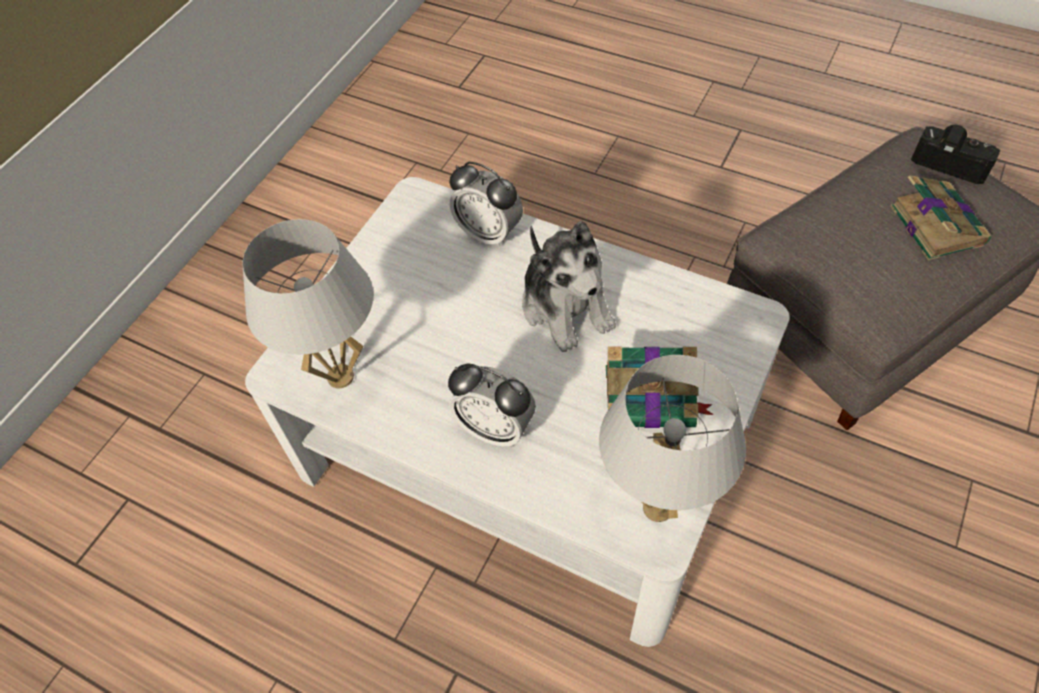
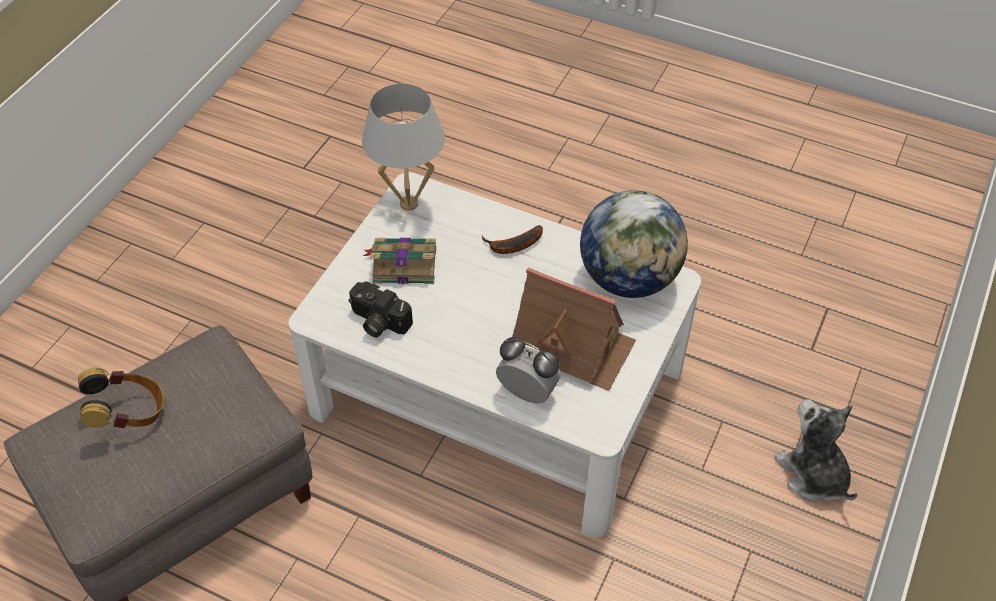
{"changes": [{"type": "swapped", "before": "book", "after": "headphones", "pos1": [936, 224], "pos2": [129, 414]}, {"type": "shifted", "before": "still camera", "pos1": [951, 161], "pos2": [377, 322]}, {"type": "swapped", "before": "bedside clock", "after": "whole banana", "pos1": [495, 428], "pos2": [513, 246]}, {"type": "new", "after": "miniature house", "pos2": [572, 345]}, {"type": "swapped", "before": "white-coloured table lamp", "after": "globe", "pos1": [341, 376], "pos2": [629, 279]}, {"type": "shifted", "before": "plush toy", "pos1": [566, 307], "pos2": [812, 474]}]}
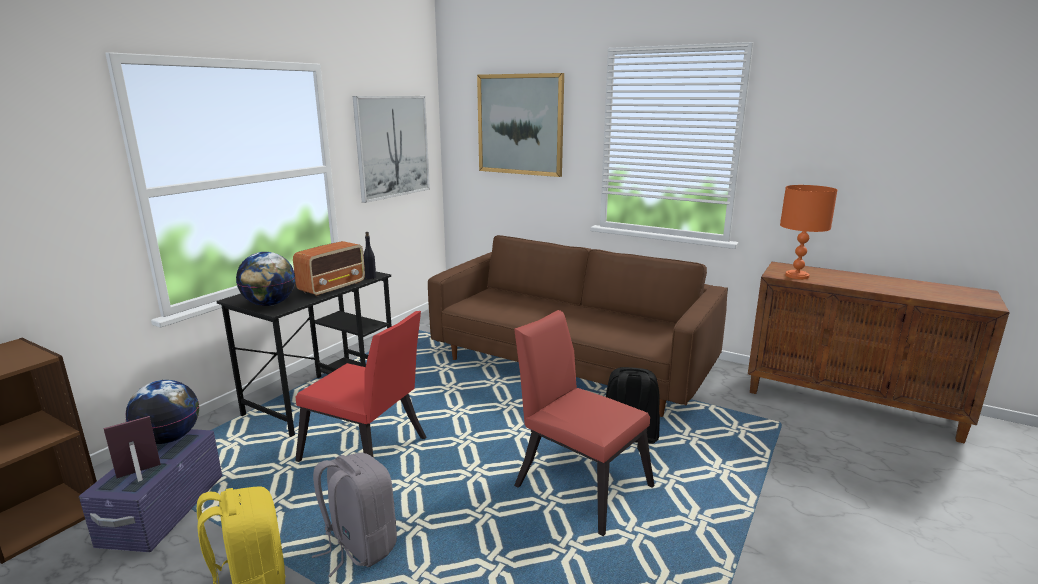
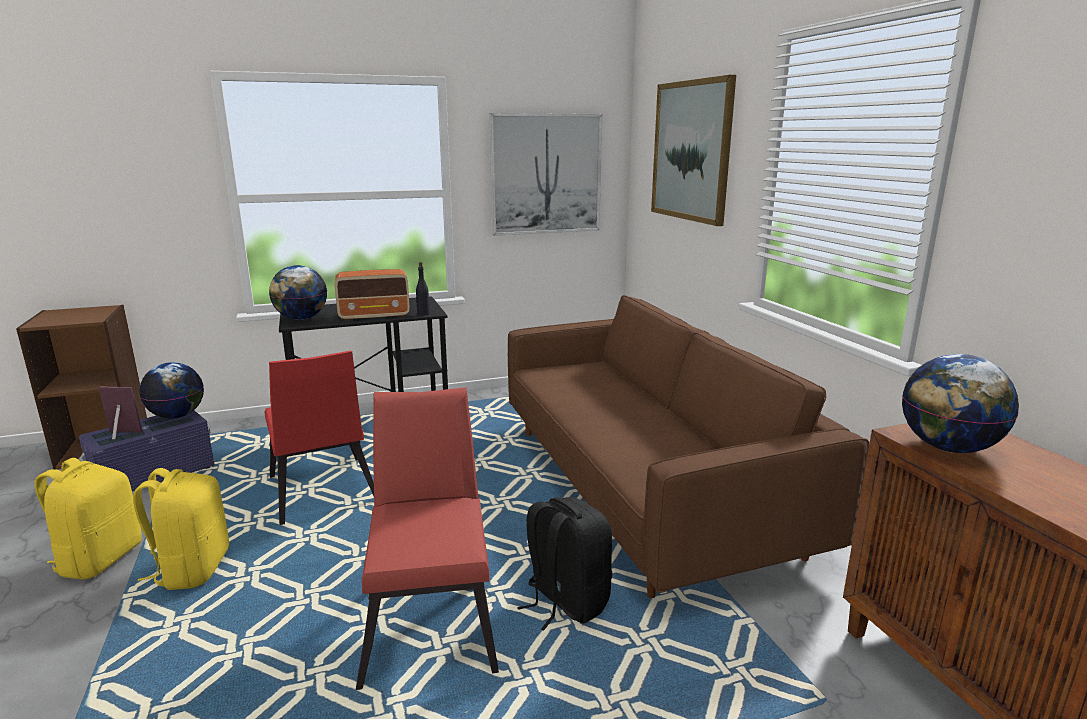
{"changes": [{"type": "repainted", "before": "gray rucksack", "after": "yellow rucksack", "pos1": [359, 546], "pos2": [192, 569]}, {"type": "swapped", "before": "orange-coloured table lamp", "after": "globe", "pos1": [797, 276], "pos2": [947, 448]}]}
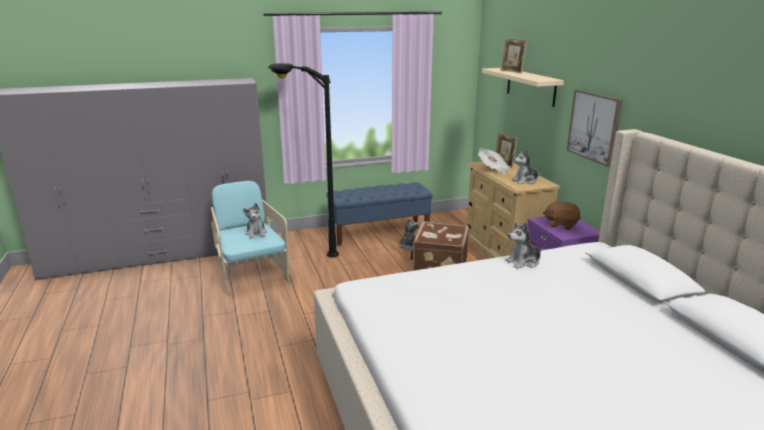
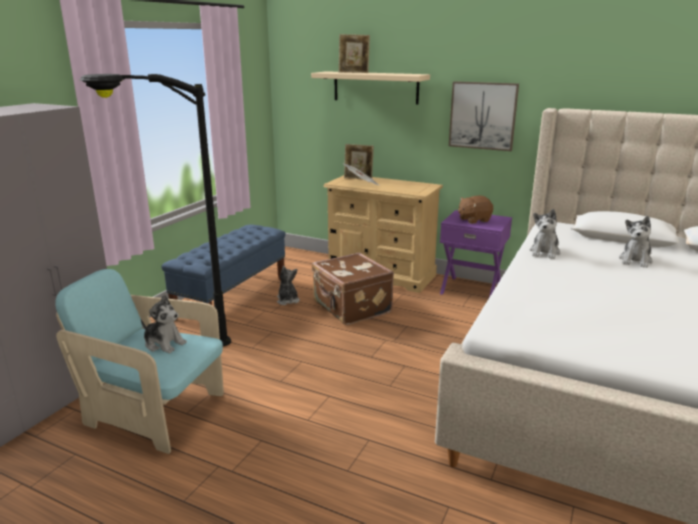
{"changes": [{"type": "shifted", "before": "plush toy", "pos1": [525, 181], "pos2": [635, 260]}]}
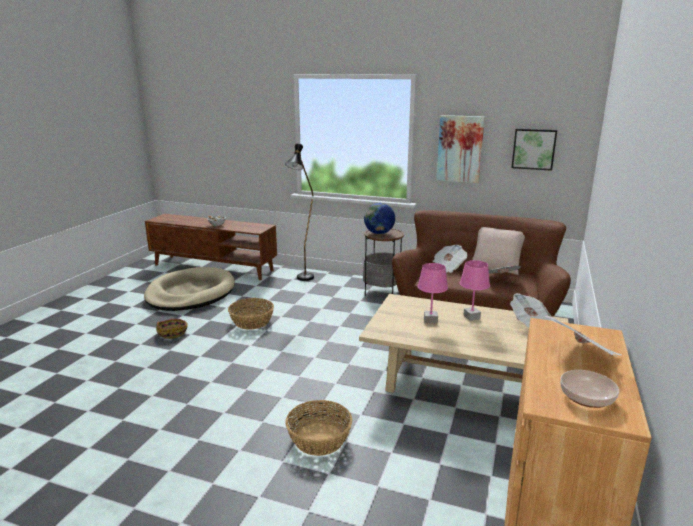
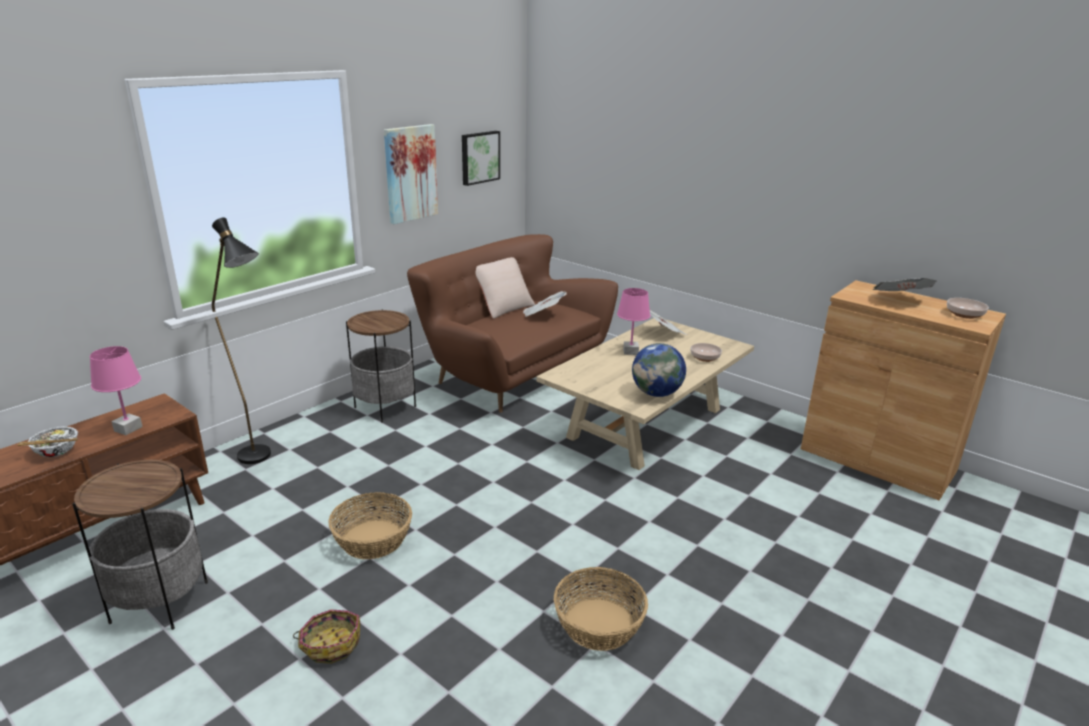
{"changes": [{"type": "swapped", "before": "sand-coloured dog bed", "after": "side table", "pos1": [190, 293], "pos2": [160, 602]}, {"type": "shifted", "before": "pink-coloured table lamp", "pos1": [430, 320], "pos2": [128, 429]}, {"type": "shifted", "before": "storage basket", "pos1": [319, 439], "pos2": [599, 624]}, {"type": "shifted", "before": "globe", "pos1": [379, 233], "pos2": [656, 393]}, {"type": "new", "after": "serving bowl", "pos2": [705, 357]}, {"type": "gone", "before": "printed paper", "pos1": [447, 268]}]}
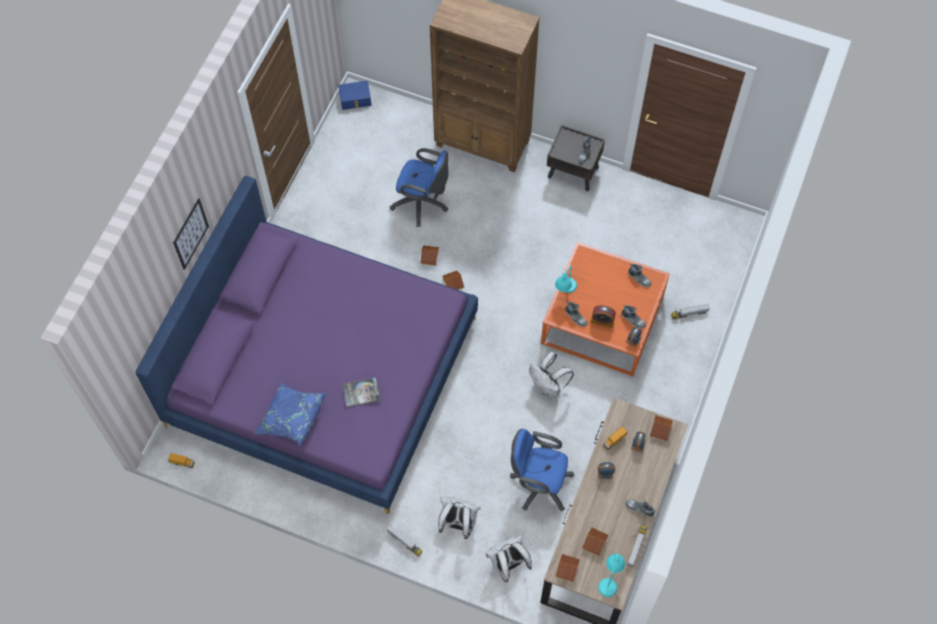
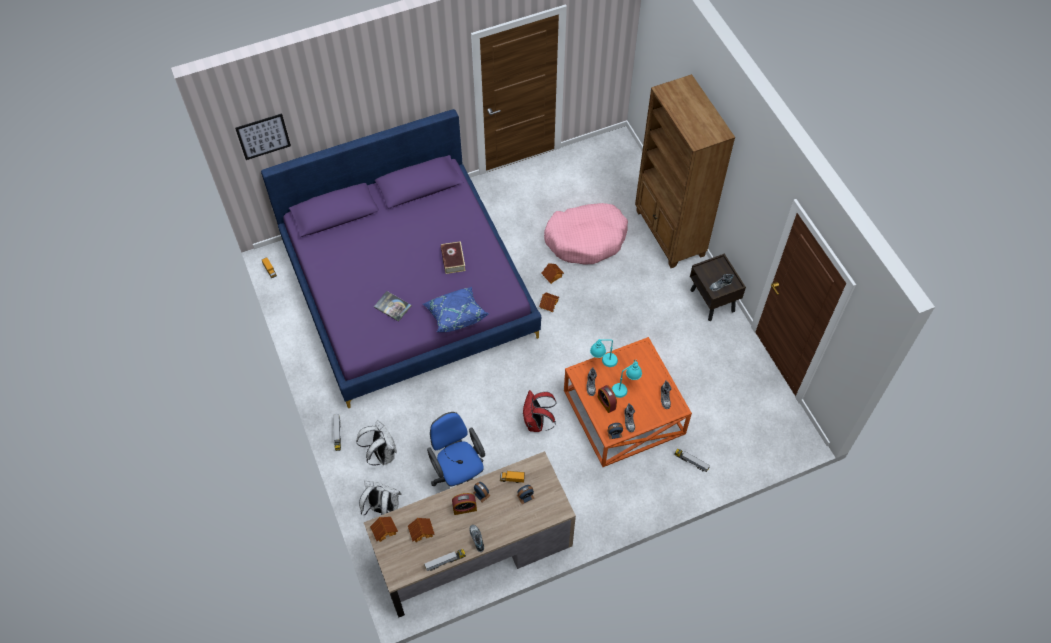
{"changes": [{"type": "shifted", "before": "picture", "pos1": [190, 234], "pos2": [263, 136]}, {"type": "shifted", "before": "bluish cushion", "pos1": [291, 418], "pos2": [455, 315]}, {"type": "new", "after": "book", "pos2": [453, 260]}, {"type": "new", "after": "bedside clock", "pos2": [464, 508]}, {"type": "repainted", "before": "white-coloured rucksack", "after": "red-coloured rucksack", "pos1": [548, 387], "pos2": [536, 423]}, {"type": "swapped", "before": "bluish computer chair", "after": "pink-coloured dog bed", "pos1": [422, 203], "pos2": [586, 239]}, {"type": "shifted", "before": "turquoise-coloured table lamp", "pos1": [609, 579], "pos2": [625, 387]}, {"type": "gone", "before": "bluish storage bin", "pos1": [355, 99]}, {"type": "gone", "before": "miniature house", "pos1": [660, 430]}]}
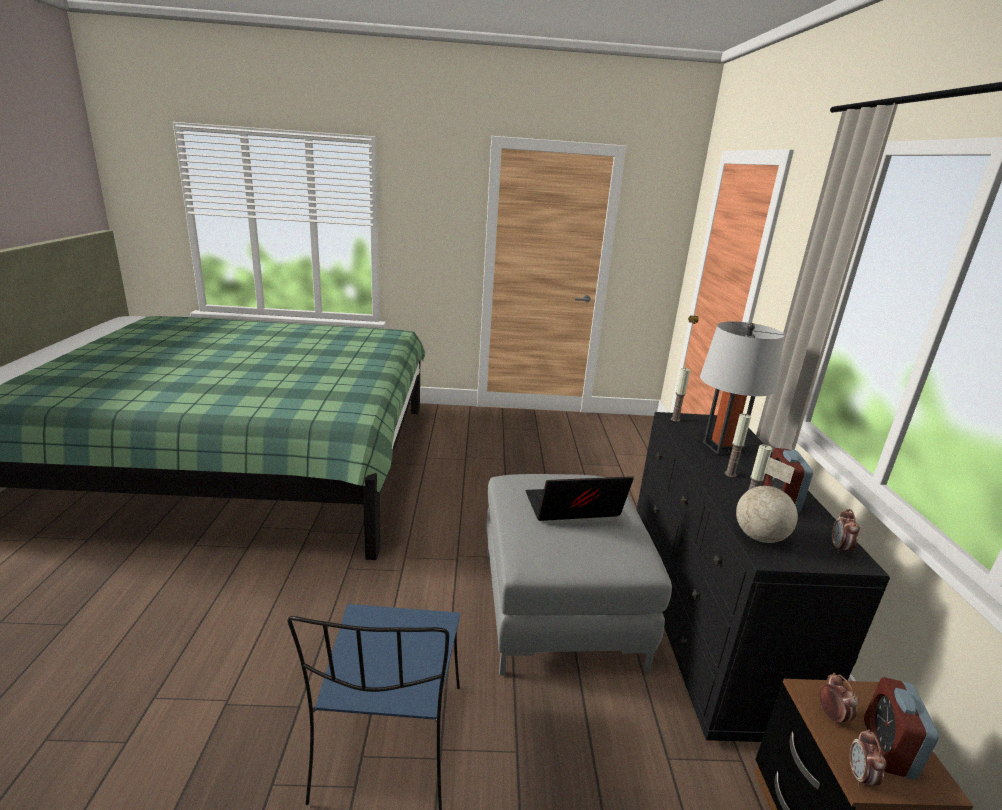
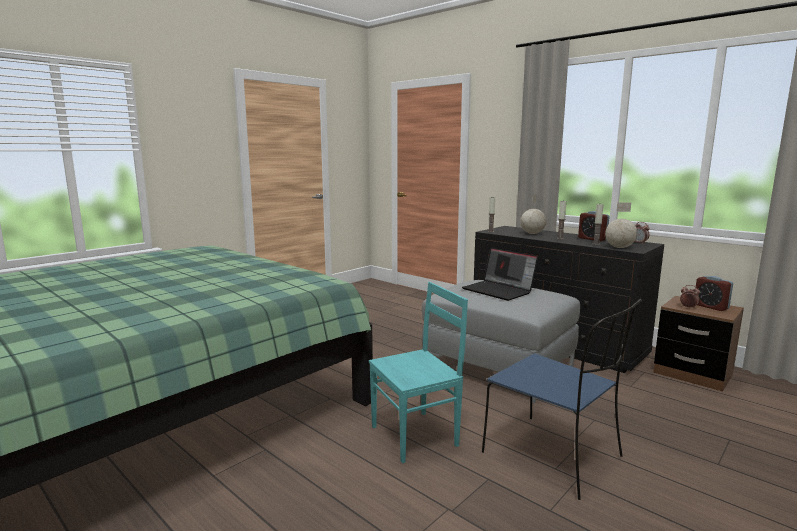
{"changes": [{"type": "new", "after": "turquoise-coloured chair", "pos2": [416, 436]}, {"type": "rotated", "before": "notebook computer", "pos1": [572, 509], "pos2": [499, 291], "turn": -75}, {"type": "swapped", "before": "gray table lamp", "after": "globe", "pos1": [721, 447], "pos2": [532, 233]}, {"type": "gone", "before": "bedside clock", "pos1": [860, 776]}]}
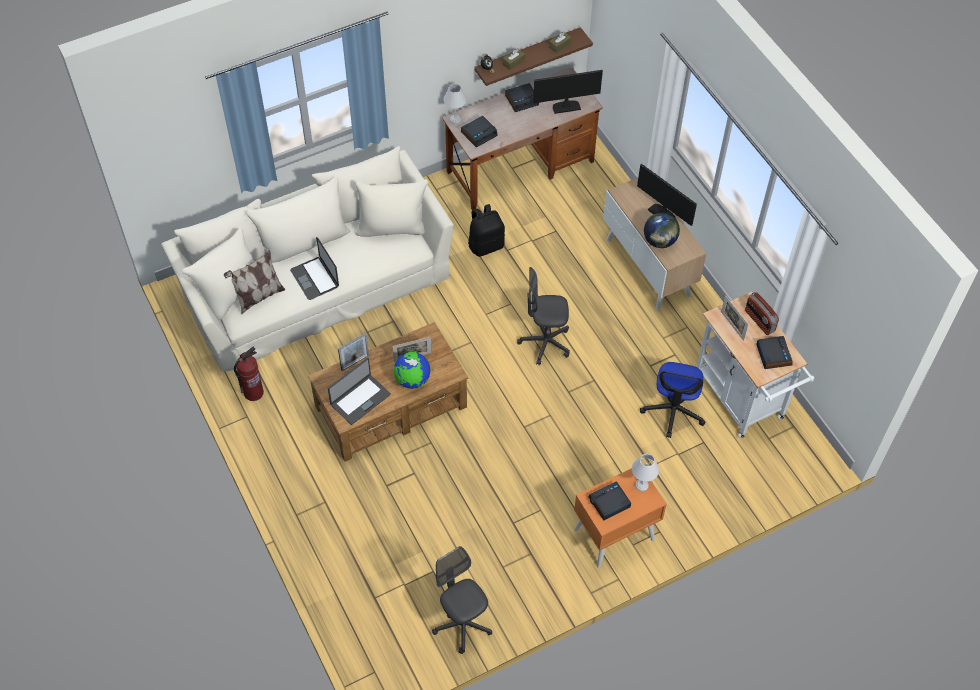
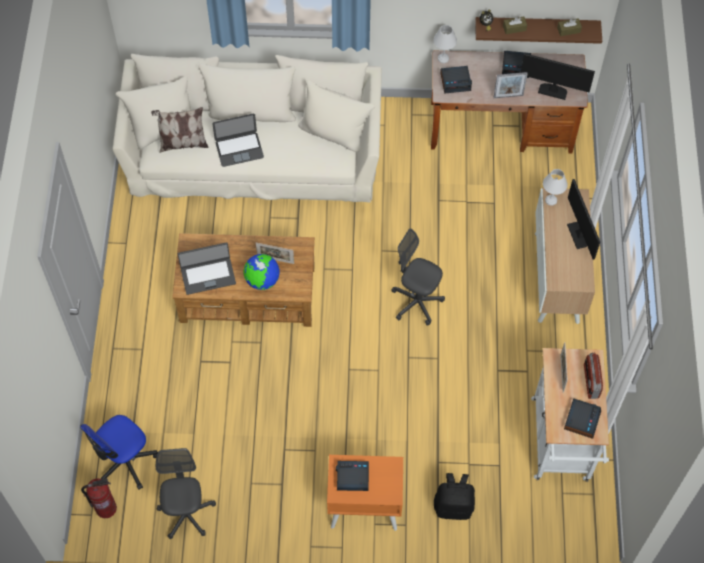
{"changes": [{"type": "shifted", "before": "computer chair", "pos1": [673, 411], "pos2": [125, 461]}, {"type": "shifted", "before": "fire-fighting cylinder", "pos1": [253, 393], "pos2": [106, 508]}, {"type": "rotated", "before": "notebook computer", "pos1": [315, 278], "pos2": [239, 149], "turn": -105}, {"type": "shifted", "before": "black-coloured rucksack", "pos1": [486, 245], "pos2": [453, 506]}, {"type": "shifted", "before": "picture frame", "pos1": [355, 362], "pos2": [508, 96]}, {"type": "shifted", "before": "white-coloured table lamp", "pos1": [642, 486], "pos2": [550, 200]}, {"type": "gone", "before": "globe", "pos1": [659, 241]}]}
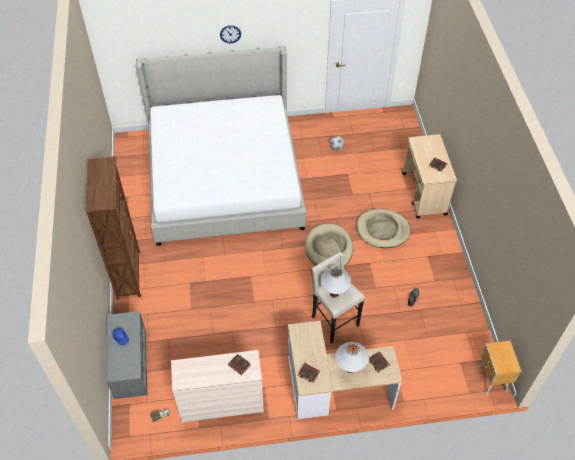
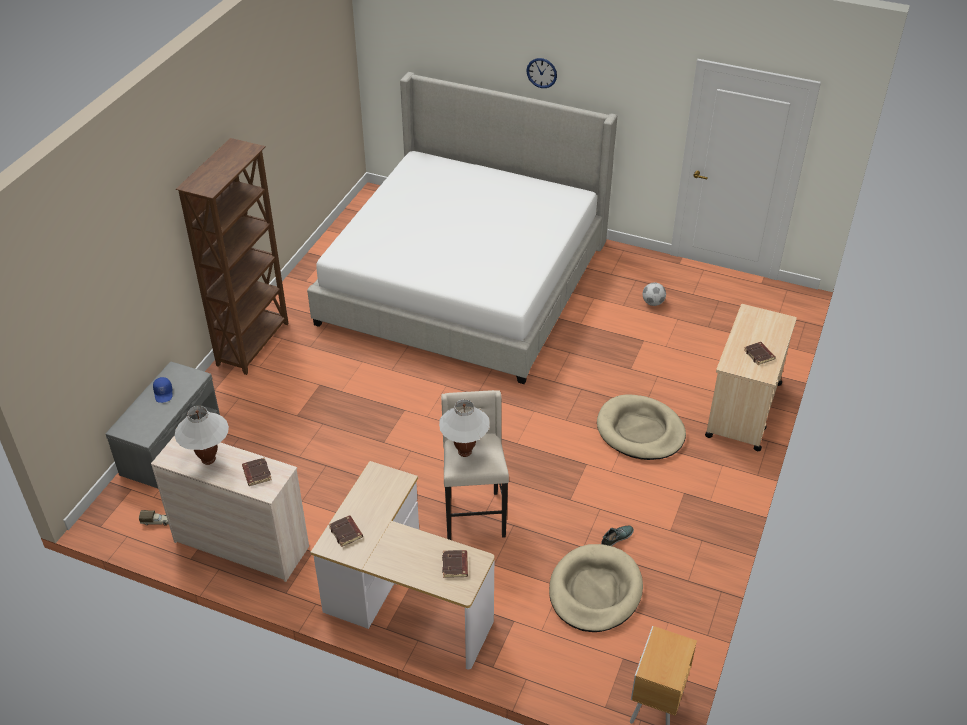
{"changes": [{"type": "shifted", "before": "white-coloured table lamp", "pos1": [350, 369], "pos2": [208, 460]}, {"type": "shifted", "before": "sand-coloured dog bed", "pos1": [329, 248], "pos2": [595, 591]}]}
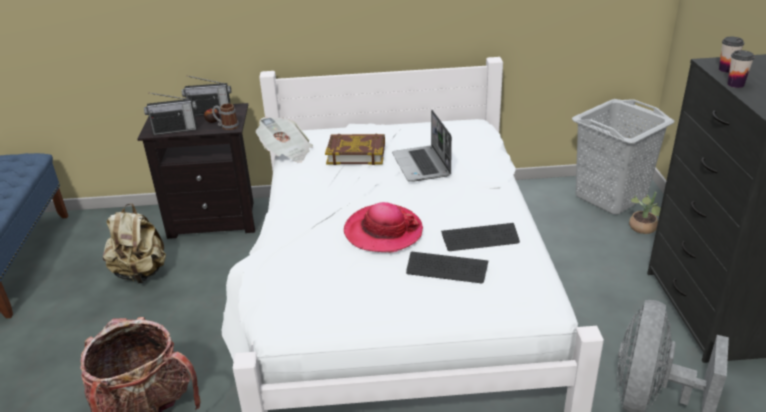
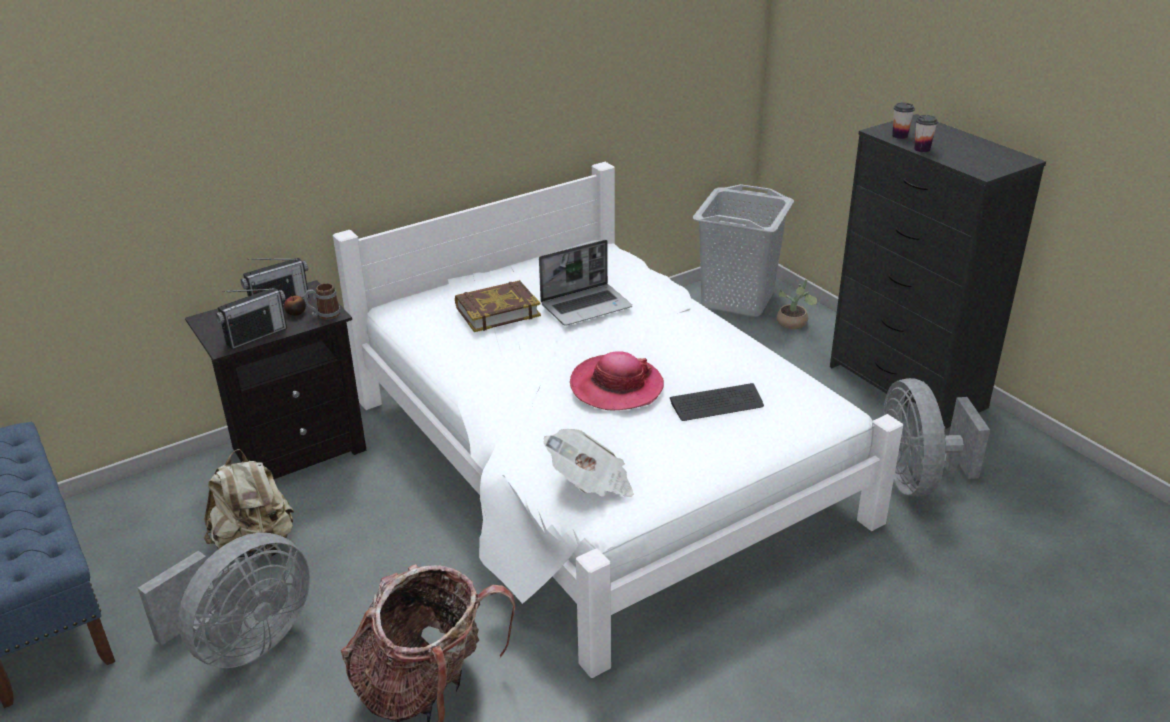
{"changes": [{"type": "new", "after": "gray fan", "pos2": [244, 643]}, {"type": "rotated", "before": "notebook computer", "pos1": [422, 165], "pos2": [586, 306], "turn": -75}, {"type": "shifted", "before": "printed paper", "pos1": [286, 152], "pos2": [591, 483]}, {"type": "gone", "before": "keyboard", "pos1": [480, 238]}]}
